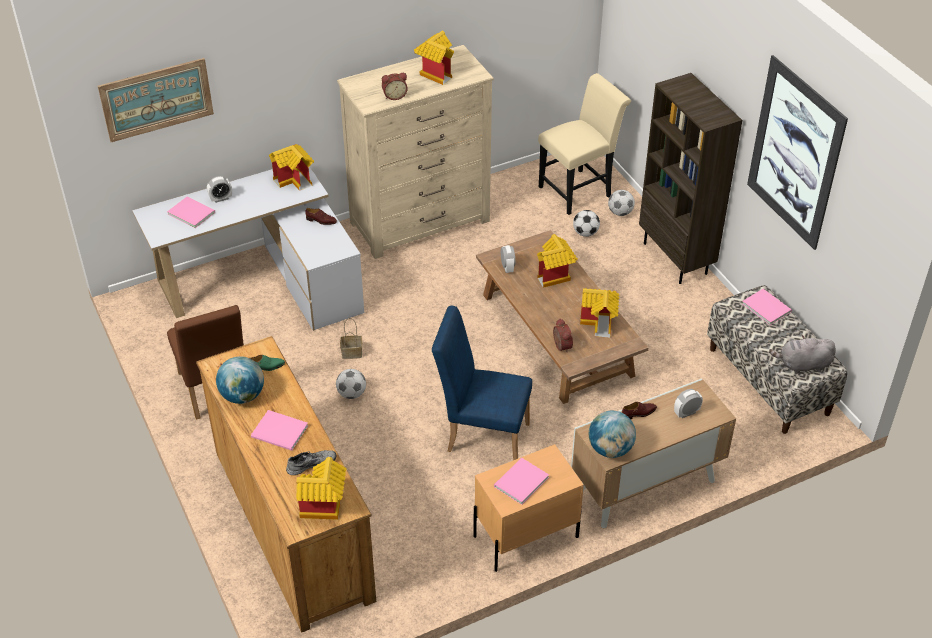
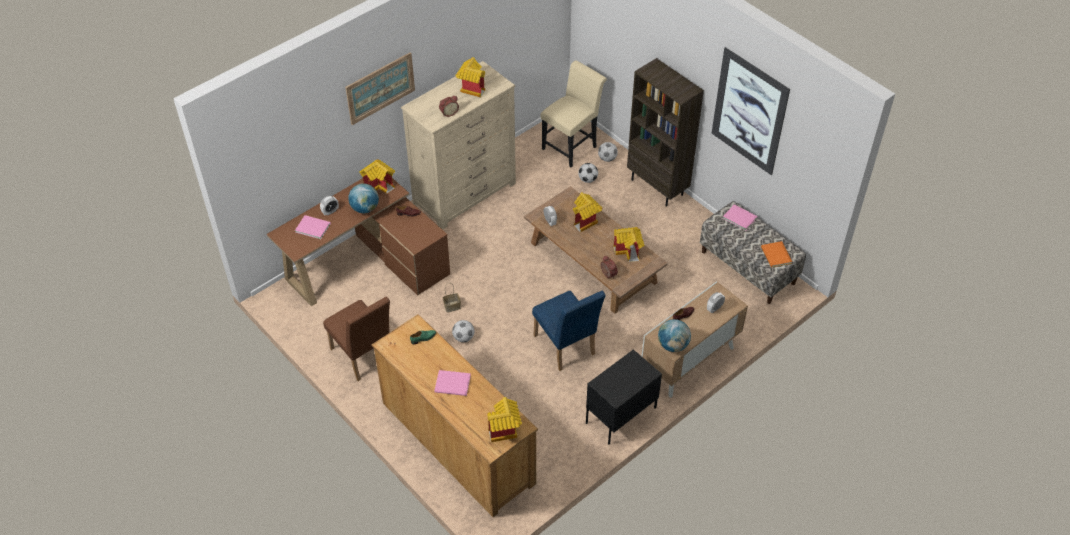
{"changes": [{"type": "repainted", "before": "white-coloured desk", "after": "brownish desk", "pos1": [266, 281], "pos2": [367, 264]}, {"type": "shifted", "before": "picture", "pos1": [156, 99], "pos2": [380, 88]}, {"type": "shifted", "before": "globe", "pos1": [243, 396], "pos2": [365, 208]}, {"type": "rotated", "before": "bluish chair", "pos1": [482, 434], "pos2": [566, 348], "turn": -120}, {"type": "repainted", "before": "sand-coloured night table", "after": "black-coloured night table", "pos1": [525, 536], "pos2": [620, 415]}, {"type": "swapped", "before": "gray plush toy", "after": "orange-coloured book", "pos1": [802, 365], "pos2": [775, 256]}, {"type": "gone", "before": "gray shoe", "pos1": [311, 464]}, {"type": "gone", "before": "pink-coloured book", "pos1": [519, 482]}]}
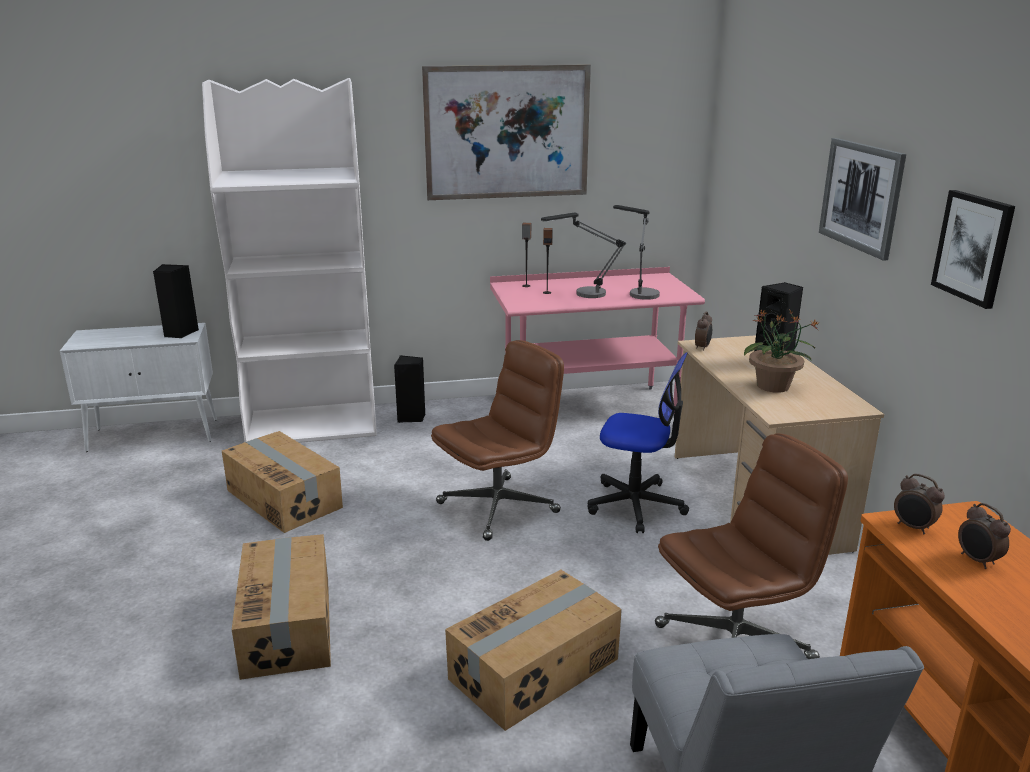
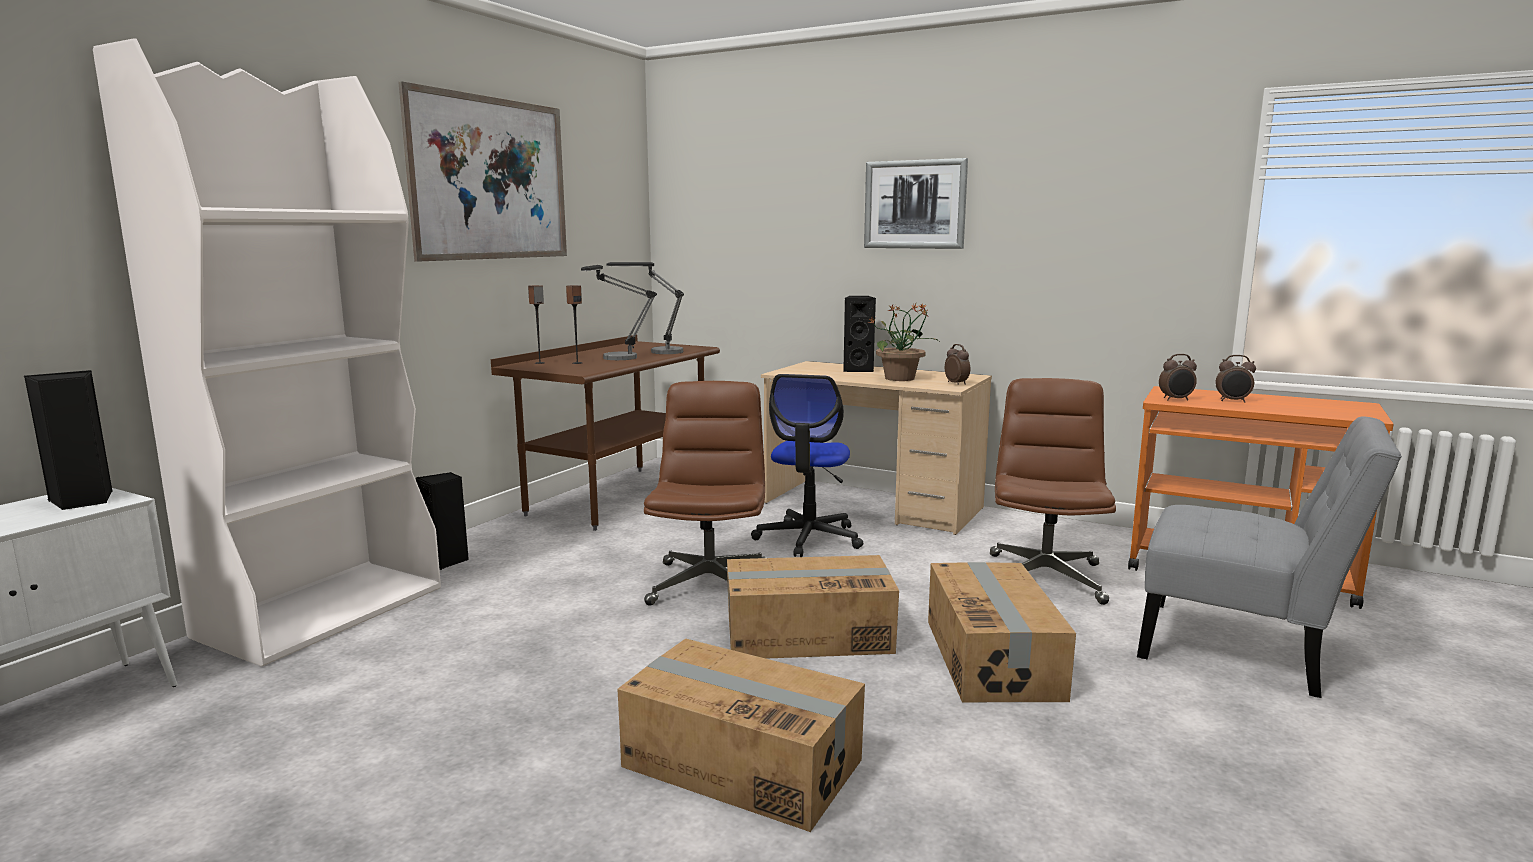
{"changes": [{"type": "repainted", "before": "pink-coloured desk", "after": "brownish desk", "pos1": [589, 408], "pos2": [619, 497]}, {"type": "shifted", "before": "cardboard box", "pos1": [285, 498], "pos2": [807, 634]}, {"type": "rotated", "before": "computer chair", "pos1": [636, 505], "pos2": [808, 538], "turn": 135}, {"type": "shifted", "before": "bedside clock", "pos1": [702, 347], "pos2": [957, 383]}, {"type": "gone", "before": "picture", "pos1": [973, 247]}]}
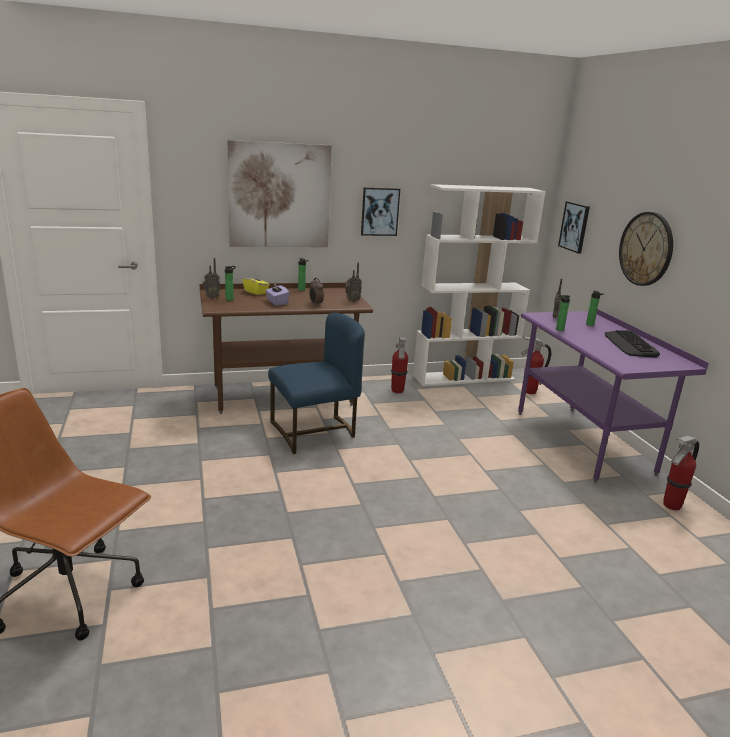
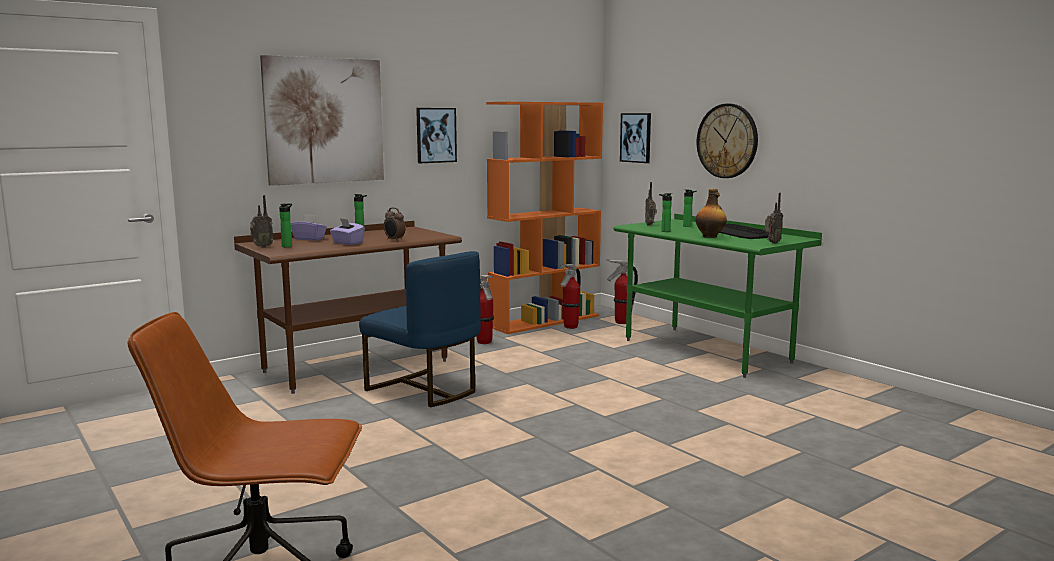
{"changes": [{"type": "repainted", "before": "yellow box of tissues", "after": "purplish box of tissues", "pos1": [256, 292], "pos2": [309, 239]}, {"type": "rotated", "before": "bluish chair", "pos1": [314, 432], "pos2": [425, 390], "turn": 90}, {"type": "repainted", "before": "white-coloured shelving unit", "after": "orange-coloured shelving unit", "pos1": [464, 377], "pos2": [545, 321]}, {"type": "shifted", "before": "fire-fighting cylinder", "pos1": [671, 506], "pos2": [570, 327]}, {"type": "repainted", "before": "purplish desk", "after": "greenish desk", "pos1": [582, 442], "pos2": [706, 351]}, {"type": "new", "after": "beverage bottle", "pos2": [710, 236]}, {"type": "shifted", "before": "radio set", "pos1": [352, 301], "pos2": [771, 243]}]}
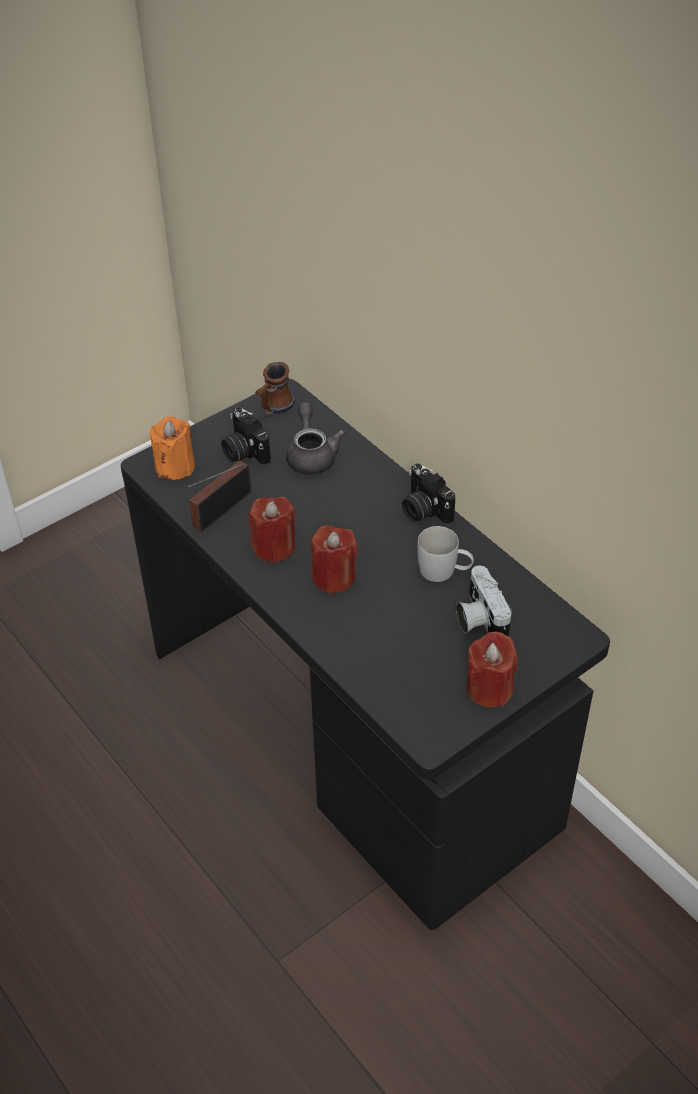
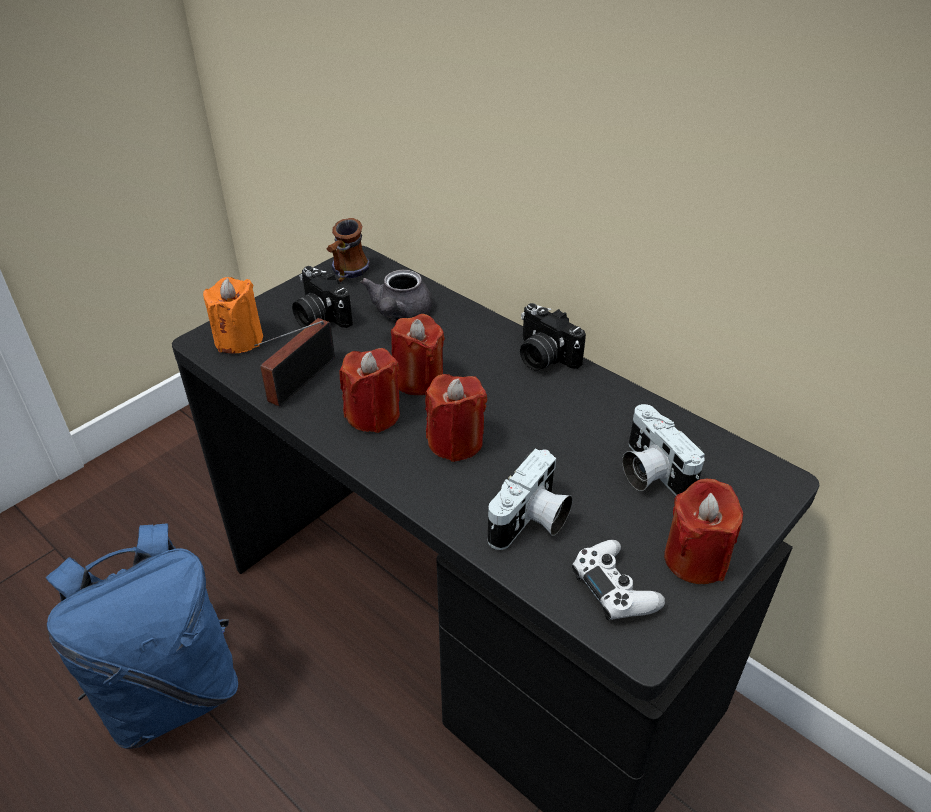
{"changes": [{"type": "new", "after": "bluish rucksack", "pos2": [171, 691]}, {"type": "rotated", "before": "gray pot for tea", "pos1": [311, 455], "pos2": [399, 314], "turn": -150}, {"type": "new", "after": "red-coloured candle", "pos2": [418, 379]}, {"type": "new", "after": "still camera", "pos2": [531, 522]}, {"type": "new", "after": "white-coloured gamepad", "pos2": [614, 588]}, {"type": "gone", "before": "white-coloured tea mug", "pos1": [444, 571]}]}
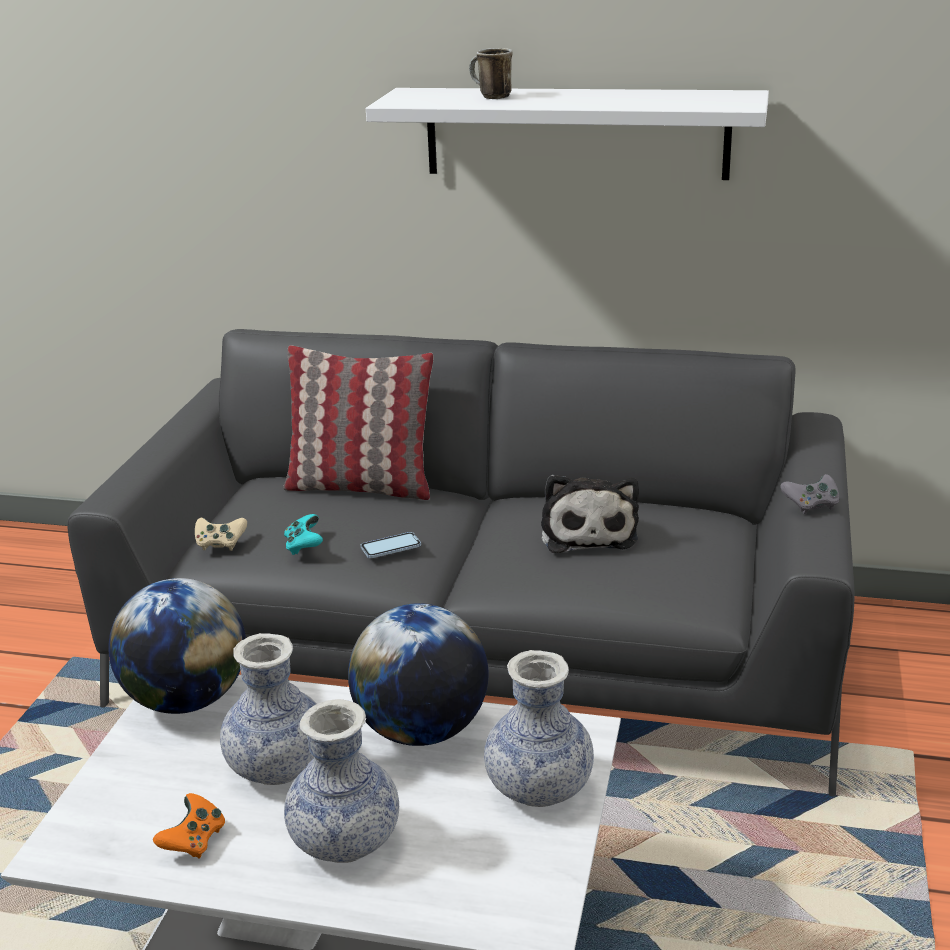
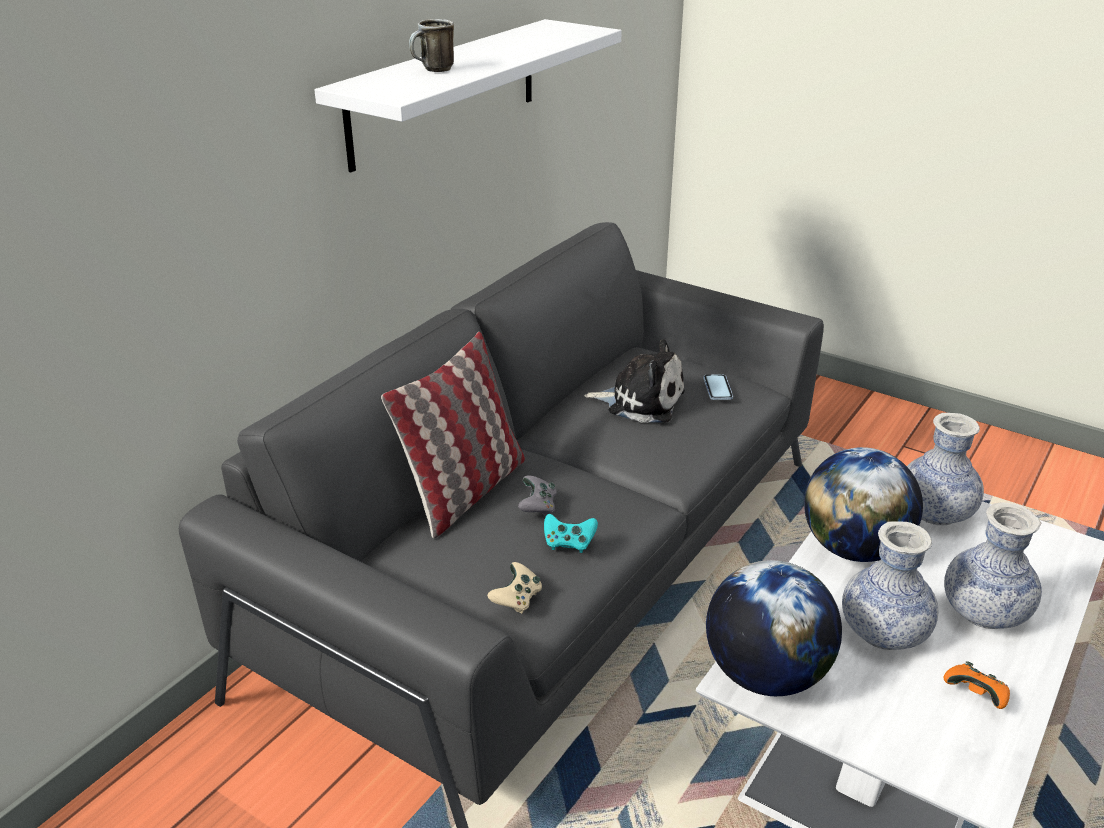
{"changes": [{"type": "shifted", "before": "gray gamepad", "pos1": [811, 506], "pos2": [538, 507]}, {"type": "shifted", "before": "phone", "pos1": [391, 547], "pos2": [717, 388]}]}
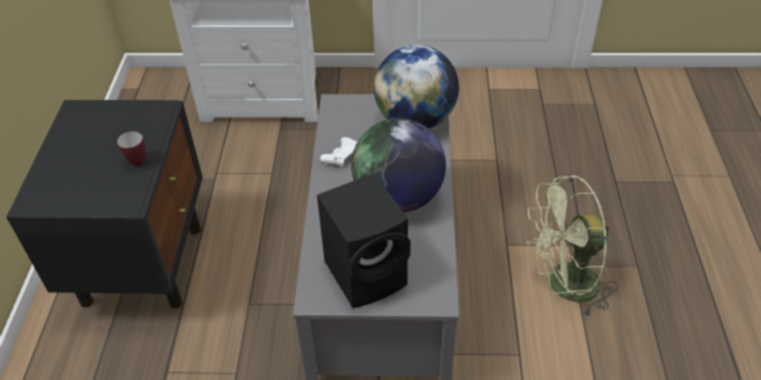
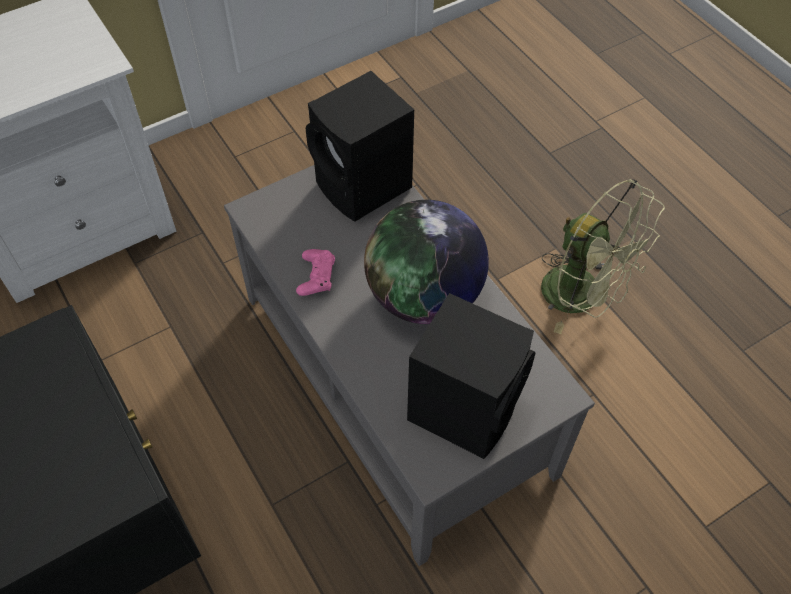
{"changes": [{"type": "repainted", "before": "white-coloured gamepad", "after": "pink-coloured gamepad", "pos1": [341, 156], "pos2": [316, 276]}, {"type": "swapped", "before": "globe", "after": "black-coloured speaker", "pos1": [415, 120], "pos2": [364, 188]}, {"type": "rotated", "before": "greenish fan", "pos1": [564, 287], "pos2": [583, 296], "turn": -90}, {"type": "gone", "before": "tea mug", "pos1": [135, 160]}]}
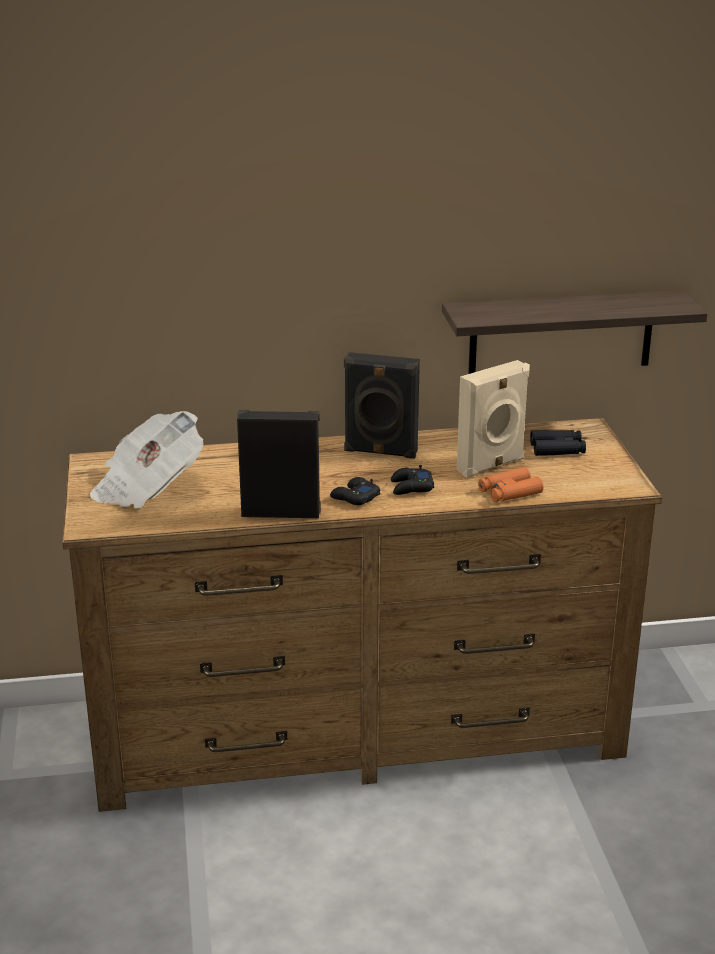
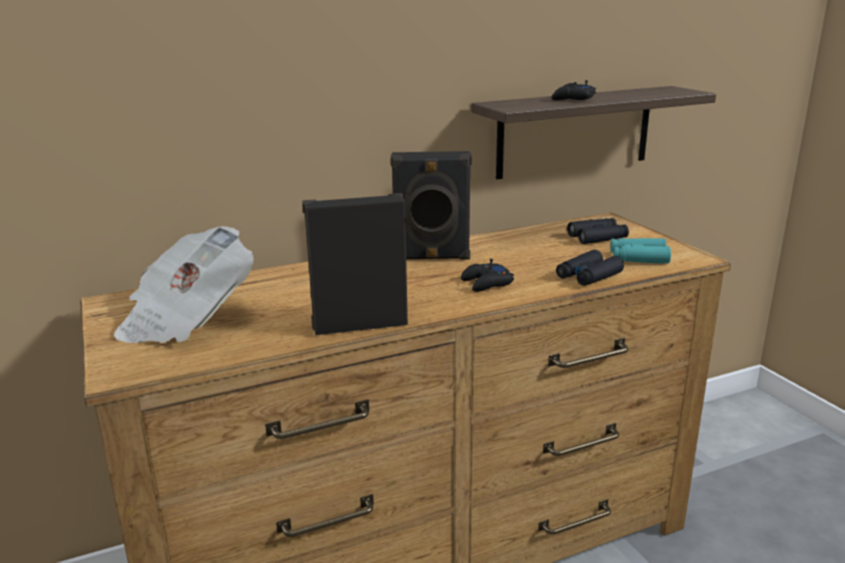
{"changes": [{"type": "shifted", "before": "black-coloured gamepad", "pos1": [354, 497], "pos2": [572, 99]}, {"type": "repainted", "before": "orange-coloured pair of binoculars", "after": "black-coloured pair of binoculars", "pos1": [509, 492], "pos2": [588, 276]}, {"type": "new", "after": "turquoise-coloured pair of binoculars", "pos2": [638, 258]}, {"type": "gone", "before": "sand-coloured speaker", "pos1": [492, 465]}]}
